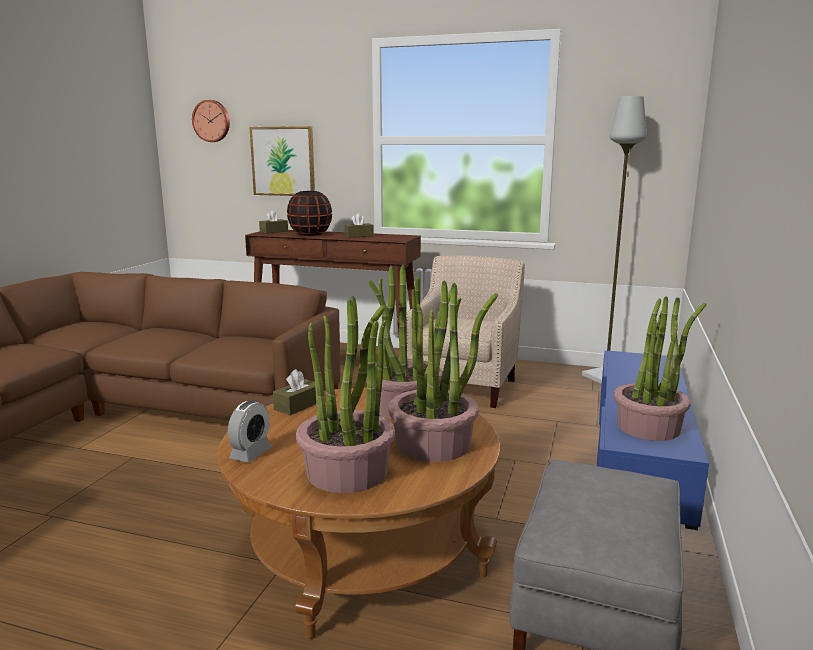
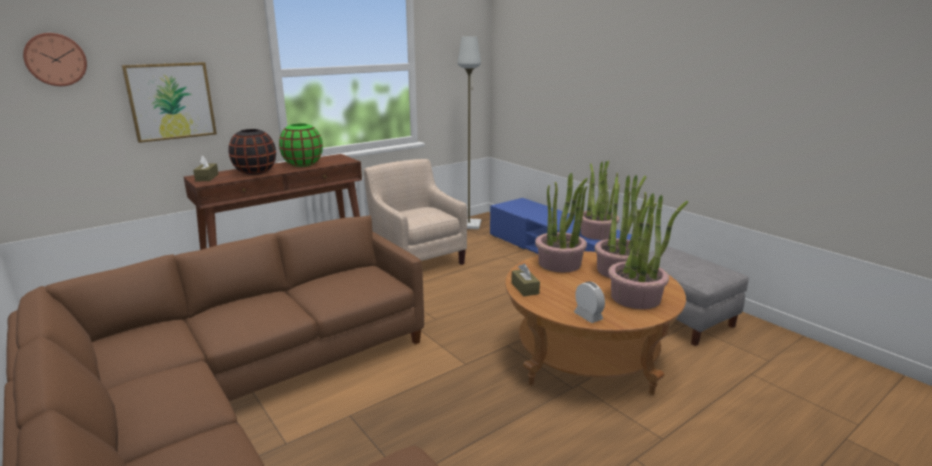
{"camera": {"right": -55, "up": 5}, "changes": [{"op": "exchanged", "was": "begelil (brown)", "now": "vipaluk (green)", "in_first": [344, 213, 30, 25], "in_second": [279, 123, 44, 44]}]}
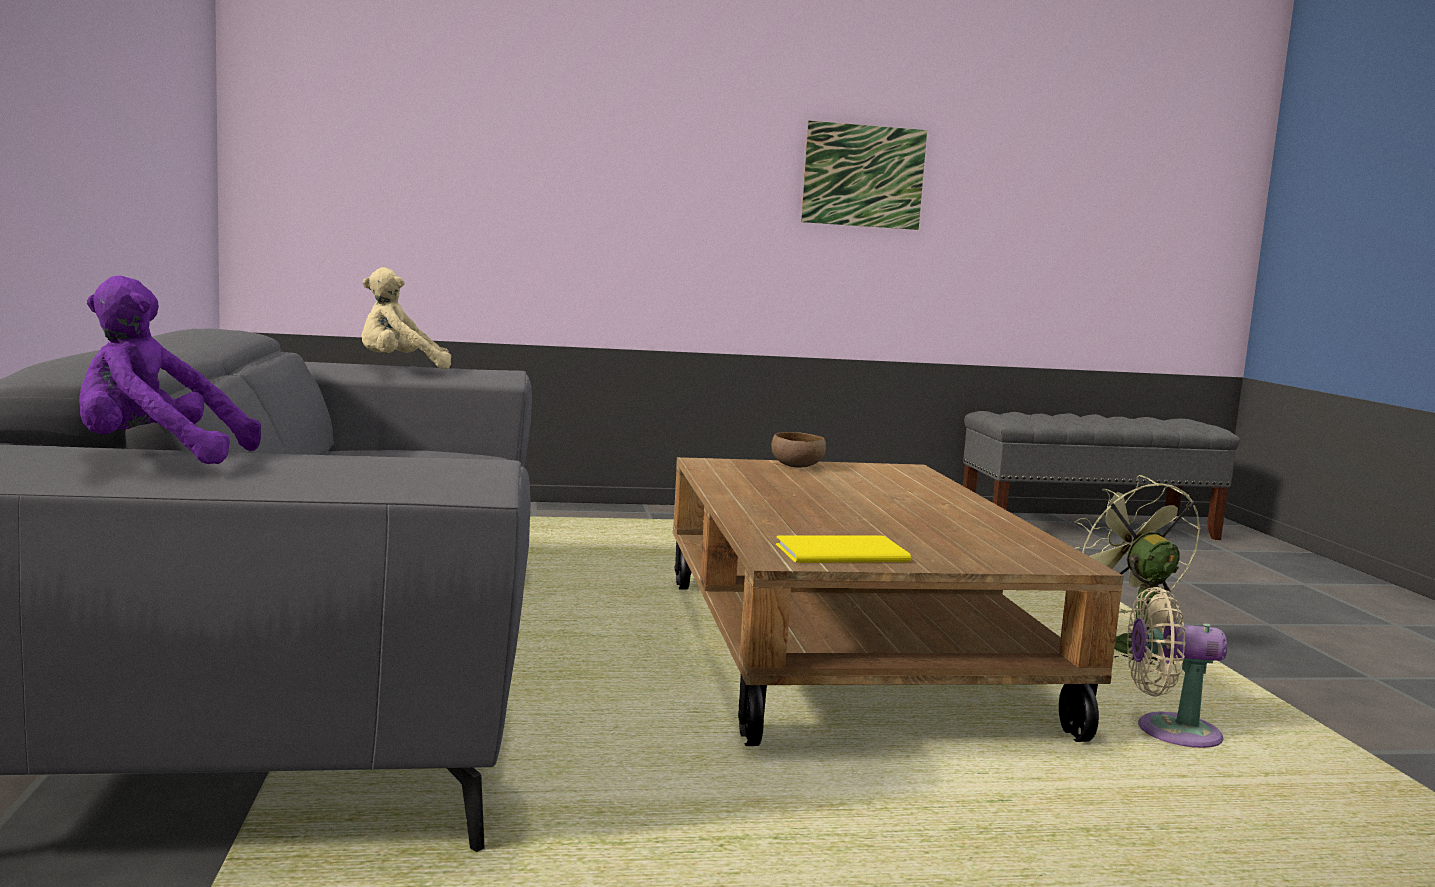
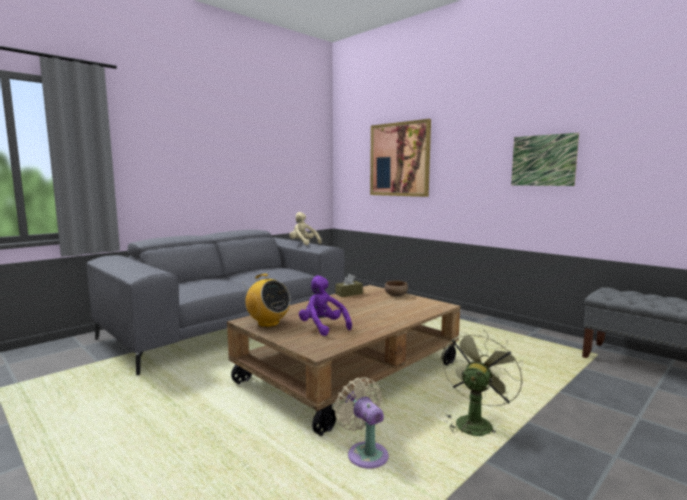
{"camera": {"right": 55, "up": 0}, "changes": [{"op": "relocated", "was": "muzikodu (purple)", "in_first": [79, 275, 182, 189], "in_second": [299, 276, 53, 60]}, {"op": "exchanged", "was": "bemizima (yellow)", "now": "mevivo", "in_first": [776, 536, 135, 27], "in_second": [243, 274, 47, 53]}, {"op": "appeared", "now": "begelil (brown)", "in_second": [335, 274, 28, 23]}, {"op": "appeared", "now": "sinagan", "in_second": [370, 119, 61, 78]}]}
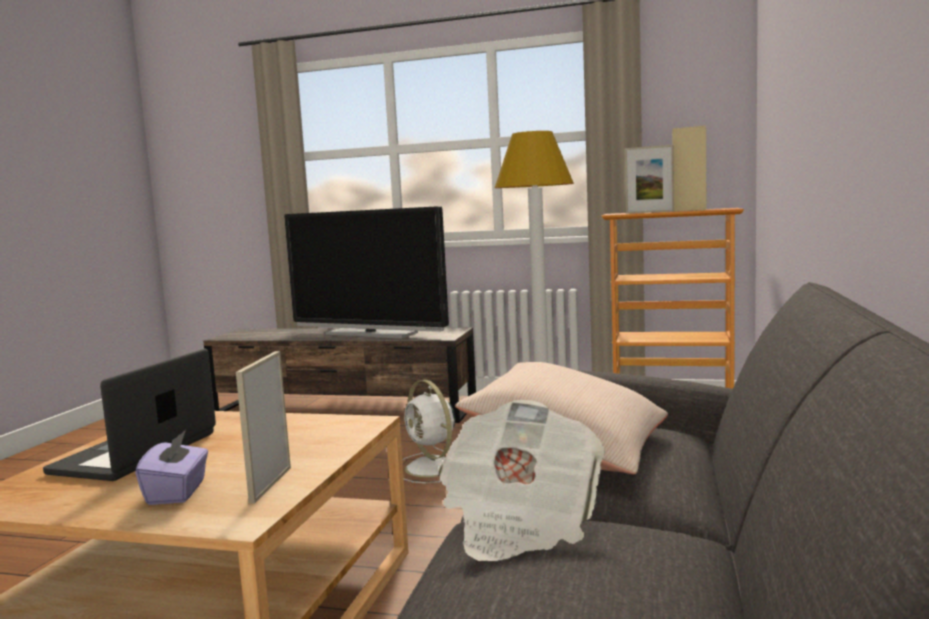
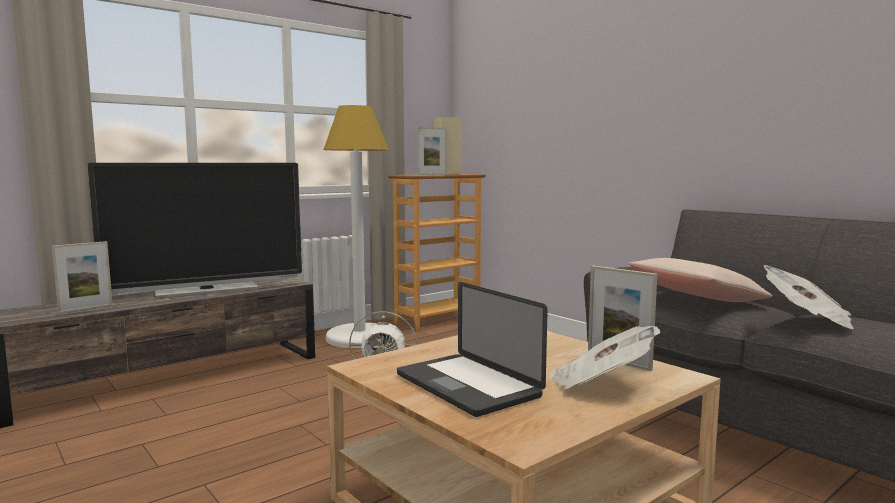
{"camera": {"right": -55, "up": 0}, "changes": [{"op": "exchanged", "was": "begelil (purple)", "now": "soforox", "in_first": [135, 430, 73, 75], "in_second": [548, 326, 113, 63]}, {"op": "appeared", "now": "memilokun", "in_second": [52, 241, 61, 73]}]}
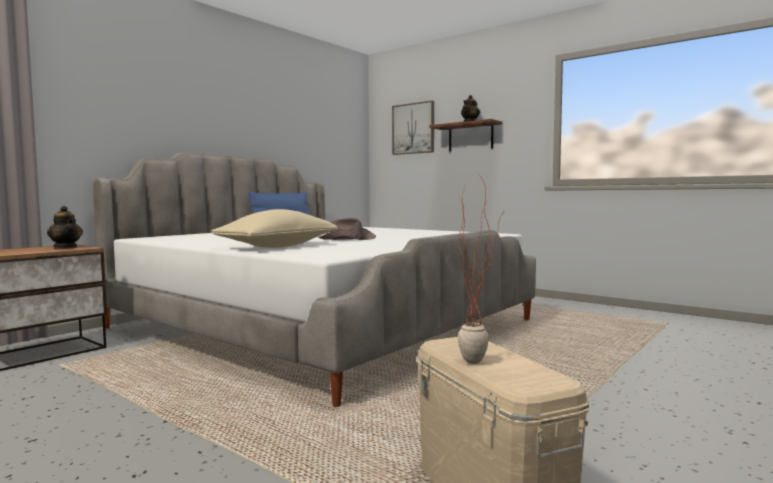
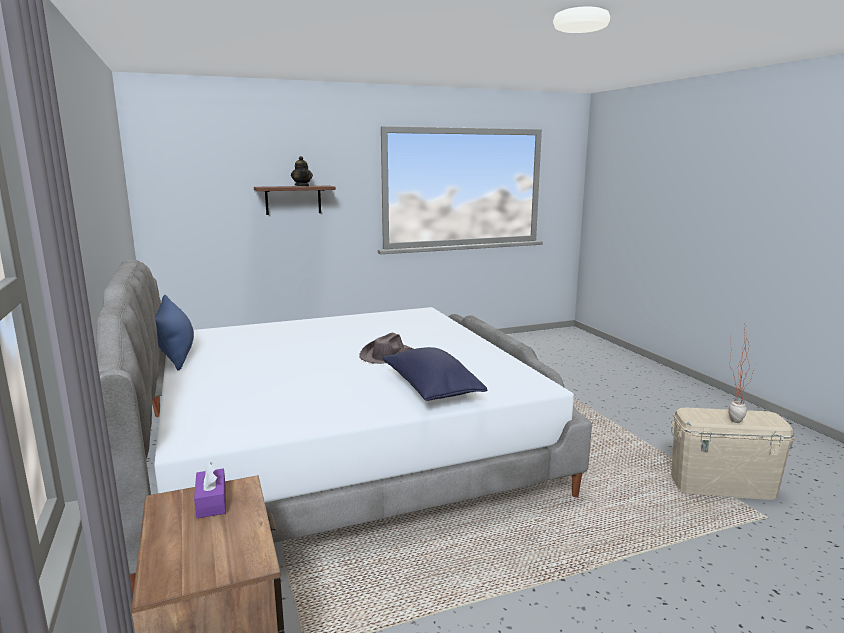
{"camera": {"right": -60, "up": 10}, "changes": [{"op": "exchanged", "was": "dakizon", "now": "begelil (purple)", "in_first": [47, 206, 36, 42], "in_second": [194, 462, 32, 56]}, {"op": "colour", "was": "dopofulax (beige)", "now": "dopofulax (blue)", "in_first": [211, 209, 127, 39], "in_second": [382, 347, 105, 54]}, {"op": "missing", "was": "sinagan", "in_first": [392, 101, 42, 54]}]}
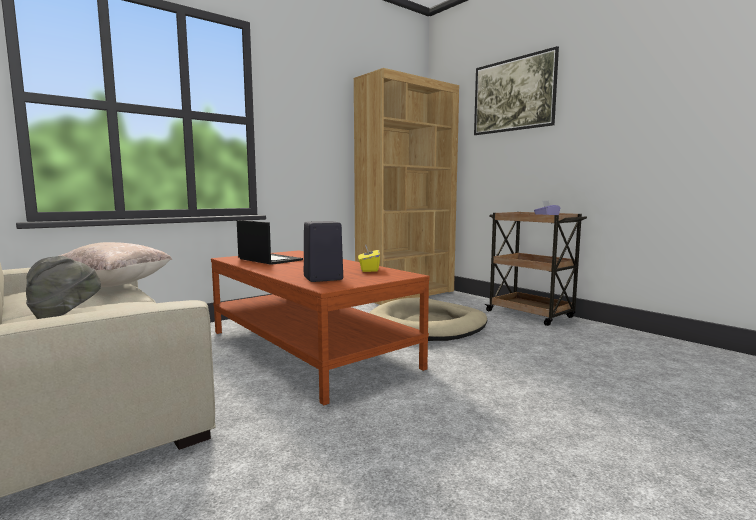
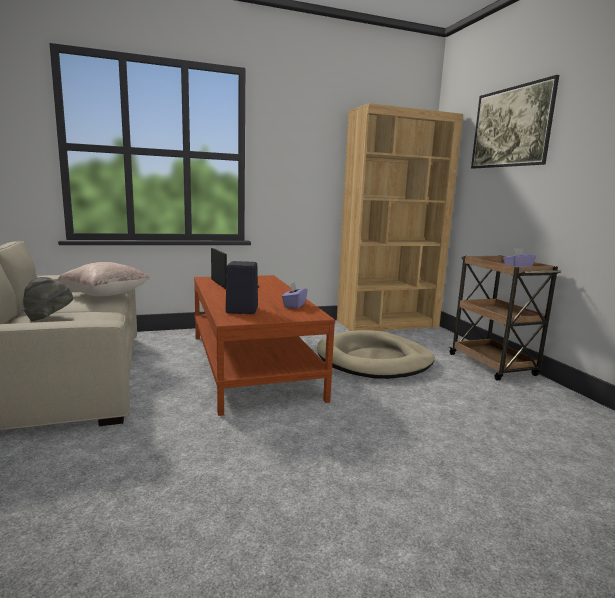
{"camera": {"right": 20, "up": 5}, "changes": [{"op": "colour", "was": "begelil (yellow)", "now": "begelil (purple)", "in_first": [358, 246, 22, 26], "in_second": [282, 282, 26, 27]}]}
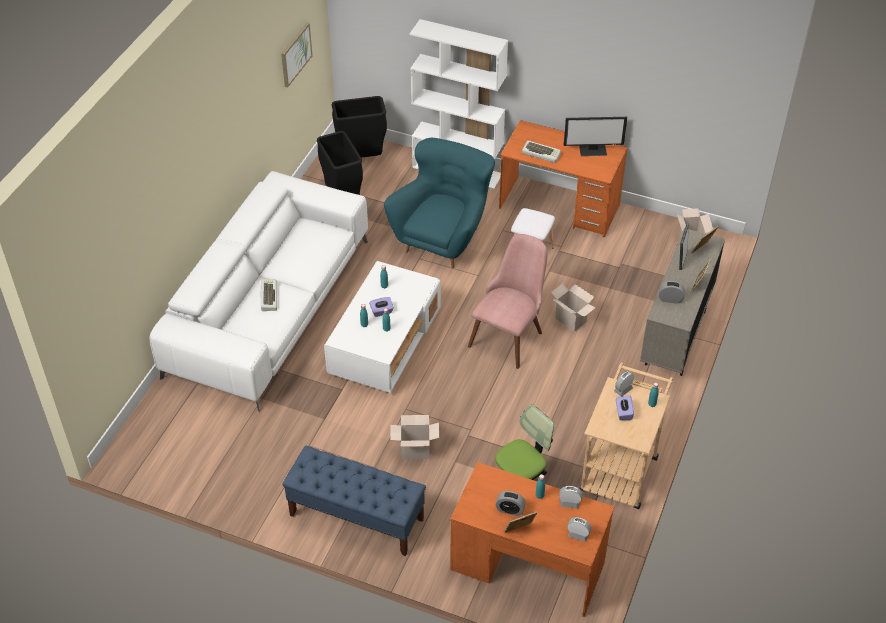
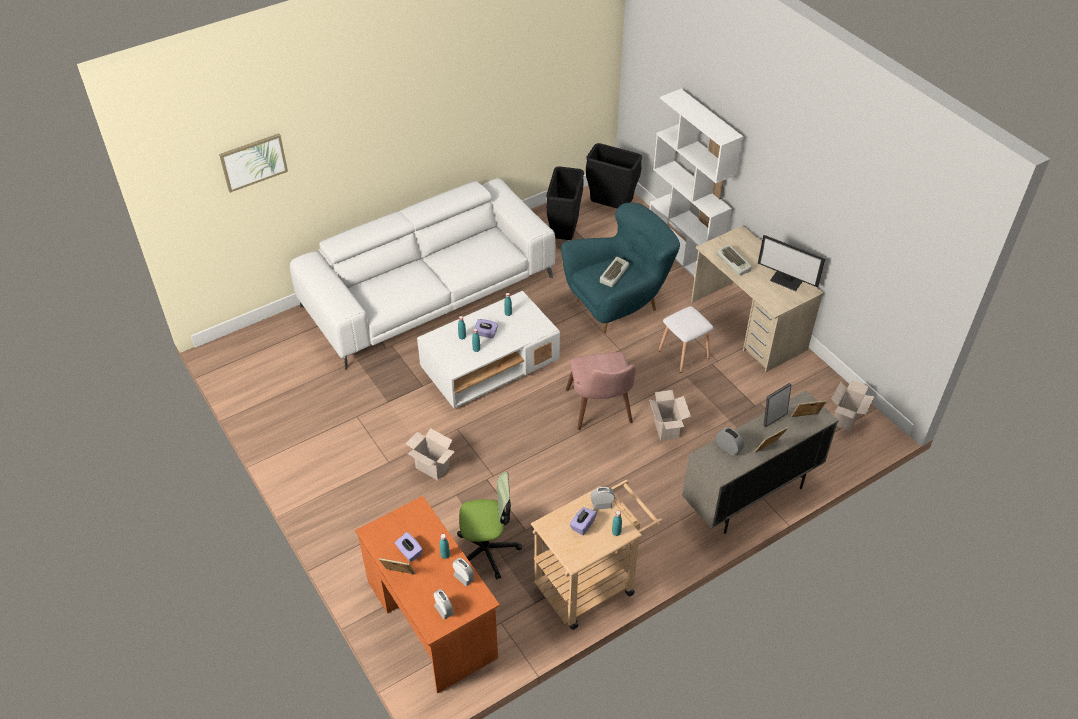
{"camera": {"right": 35, "up": 0}, "changes": [{"op": "relocated", "was": "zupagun", "in_first": [261, 279, 16, 32], "in_second": [600, 257, 29, 30]}, {"op": "relocated", "was": "sinagan", "in_first": [281, 22, 31, 66], "in_second": [219, 133, 69, 60]}, {"op": "missing", "was": "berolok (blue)", "in_first": [282, 446, 144, 110]}, {"op": "spun", "was": "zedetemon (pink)", "in_first": [468, 234, 80, 135], "in_second": [566, 352, 70, 78], "clockwise": 105}, {"op": "exchanged", "was": "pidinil", "now": "begelil (purple)", "in_first": [496, 491, 30, 25], "in_second": [395, 532, 28, 30]}, {"op": "colour", "was": "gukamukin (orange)", "now": "gukamukin (beige)", "in_first": [499, 120, 129, 117], "in_second": [691, 225, 133, 147]}]}
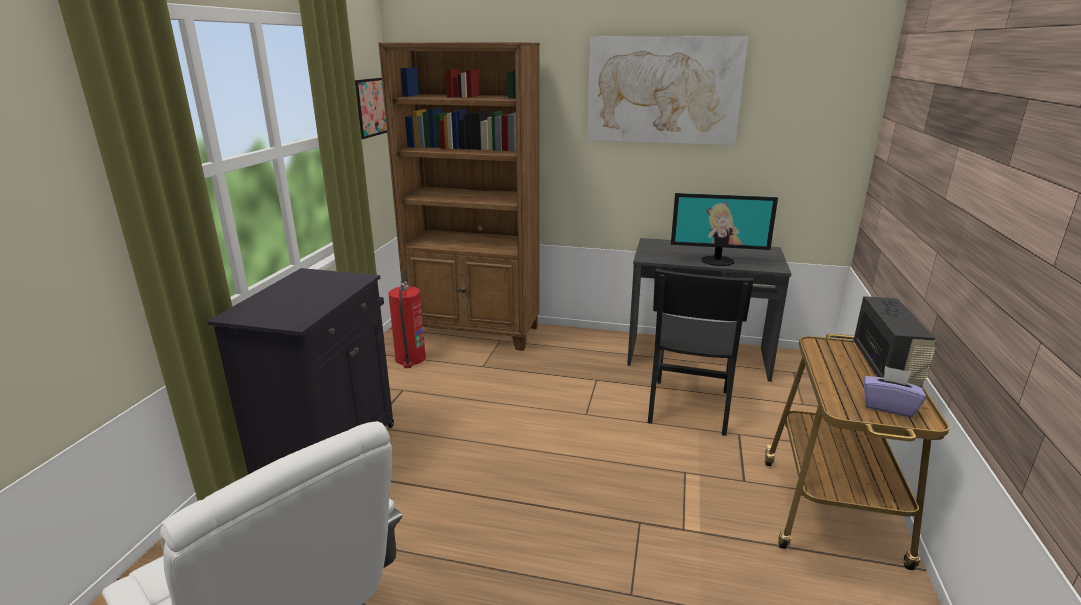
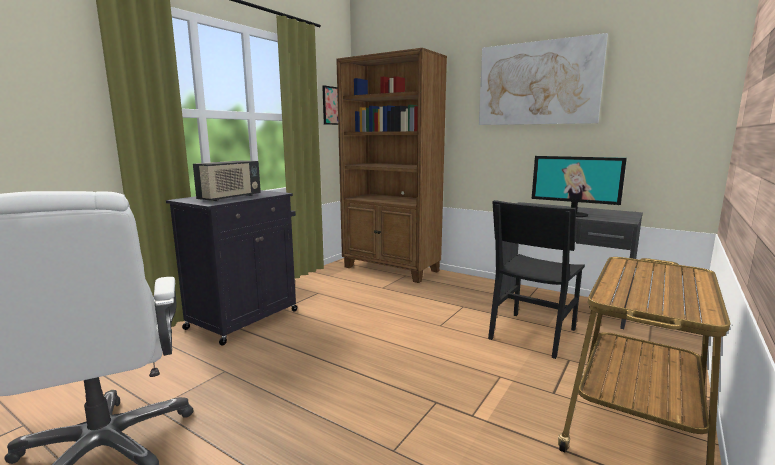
{"camera": {"right": 20, "up": -10}, "changes": [{"op": "missing", "was": "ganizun", "in_first": [388, 268, 38, 100]}, {"op": "relocated", "was": "mevivo", "in_first": [854, 296, 81, 91], "in_second": [193, 160, 68, 41]}, {"op": "missing", "was": "begelil (purple)", "in_first": [864, 366, 62, 52]}]}
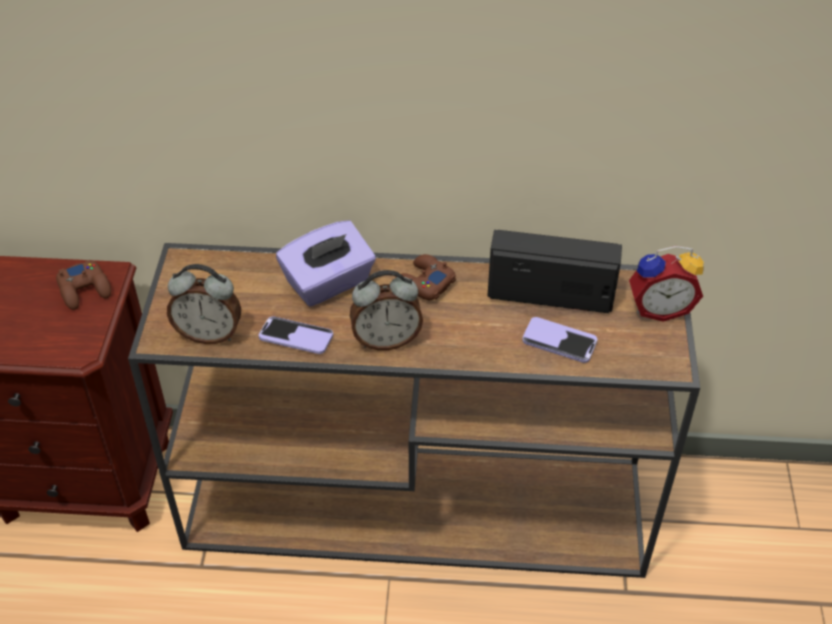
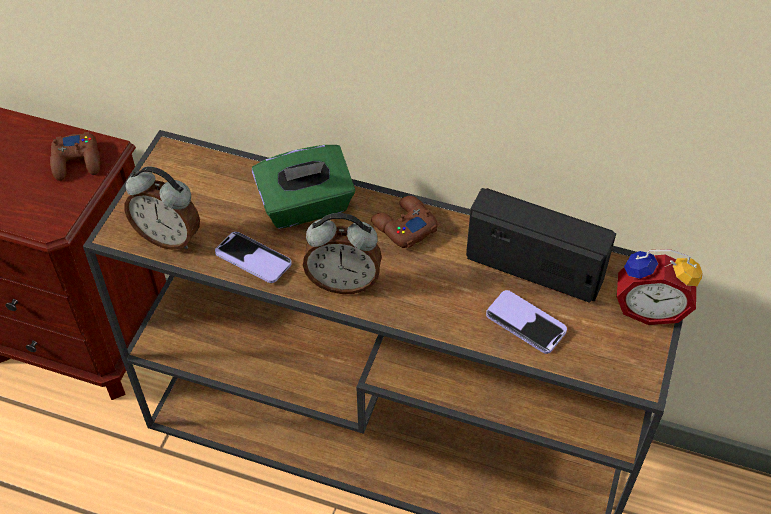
{"camera": {"right": 15, "up": 5}, "changes": [{"op": "colour", "was": "begelil (purple)", "now": "begelil (green)", "in_first": [276, 220, 100, 86], "in_second": [252, 145, 103, 84]}]}
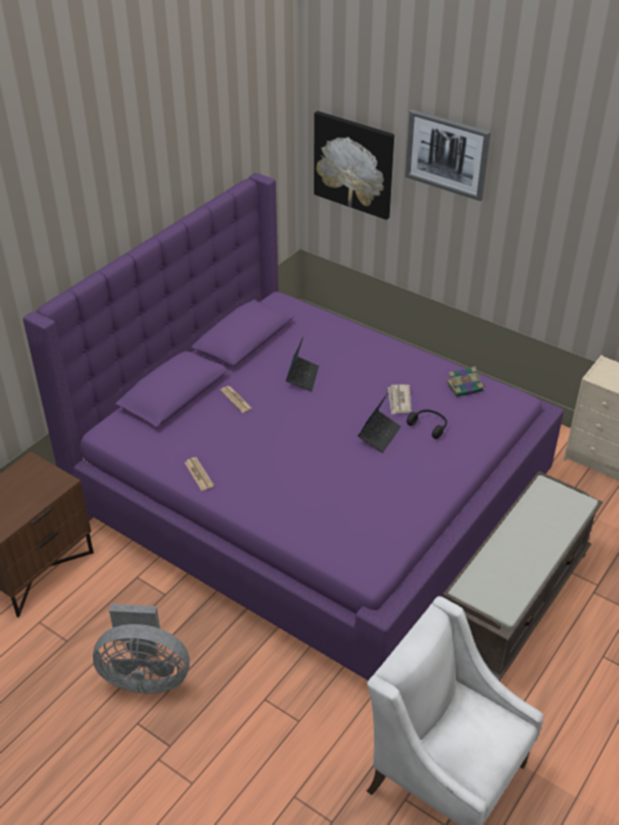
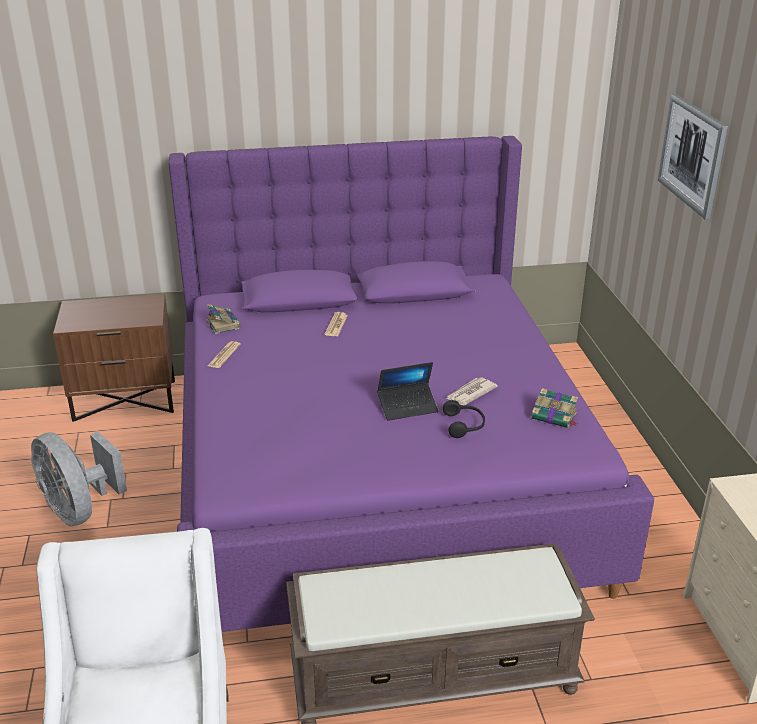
{"camera": {"right": 45, "up": -10}, "changes": [{"op": "missing", "was": "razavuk", "in_first": [286, 336, 33, 55]}, {"op": "missing", "was": "sinagan", "in_first": [314, 111, 80, 109]}, {"op": "appeared", "now": "bemizima", "in_second": [206, 304, 35, 30]}]}
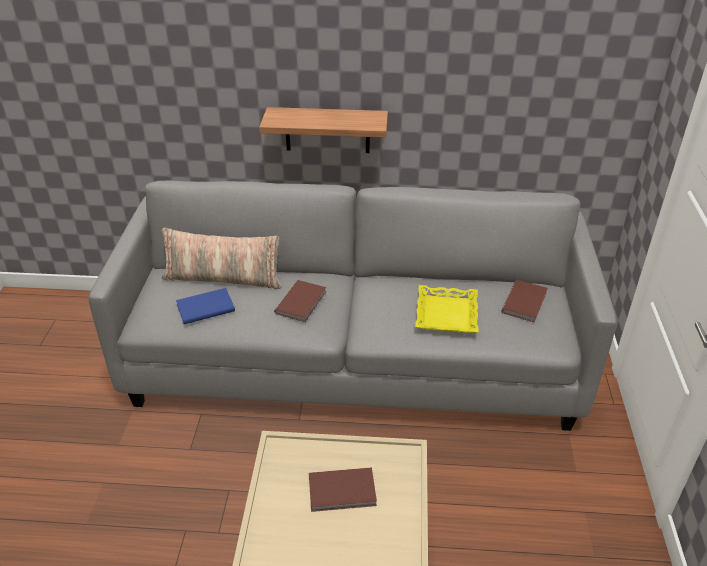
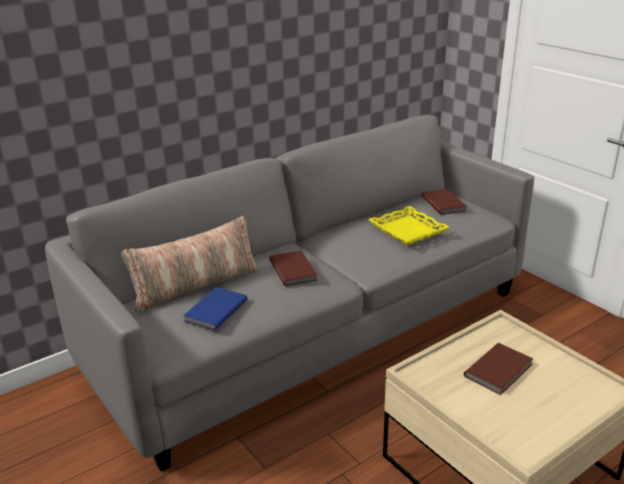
{"camera": {"right": -40, "up": -10}, "changes": [{"op": "missing", "was": "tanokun", "in_first": [259, 107, 129, 46]}]}
